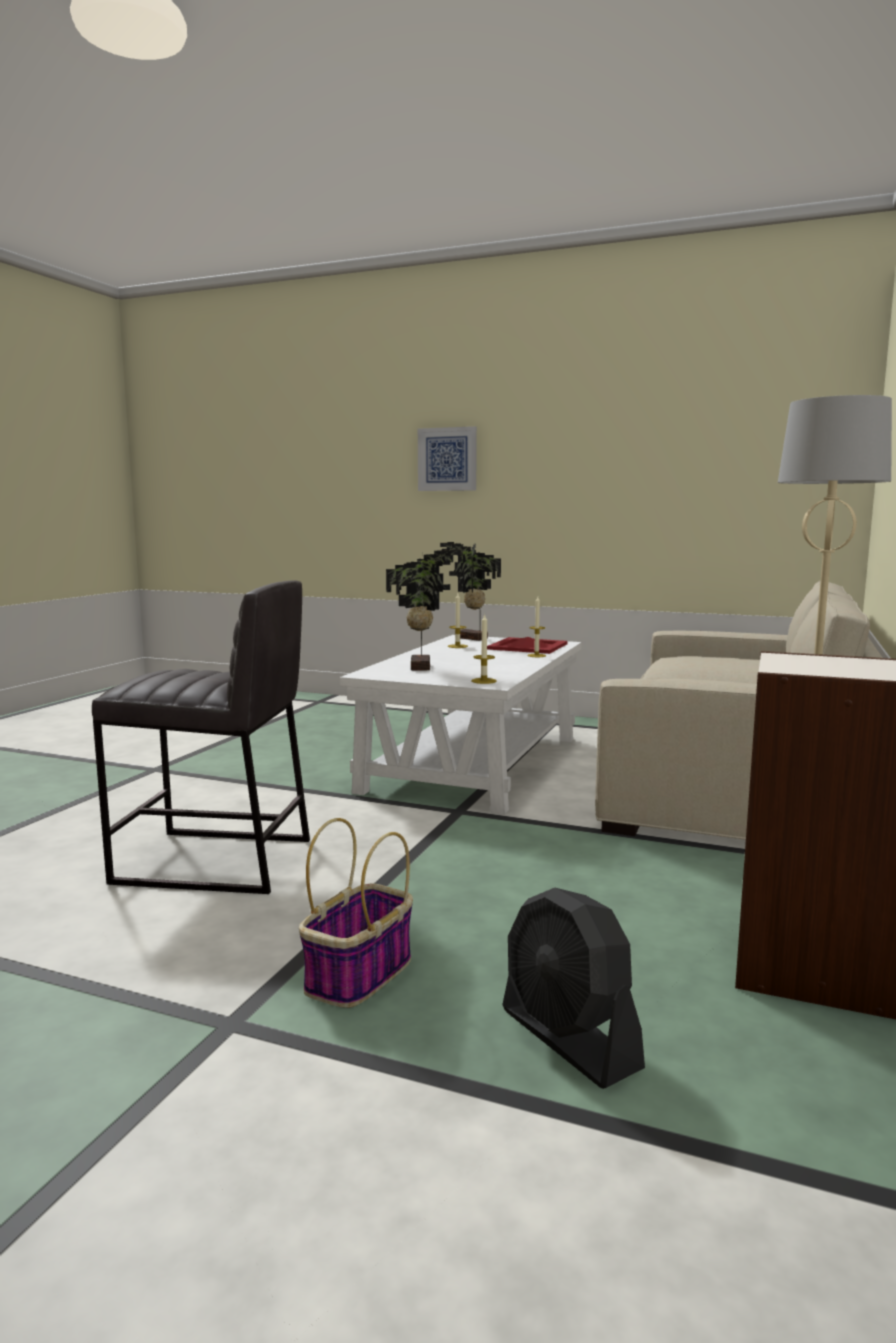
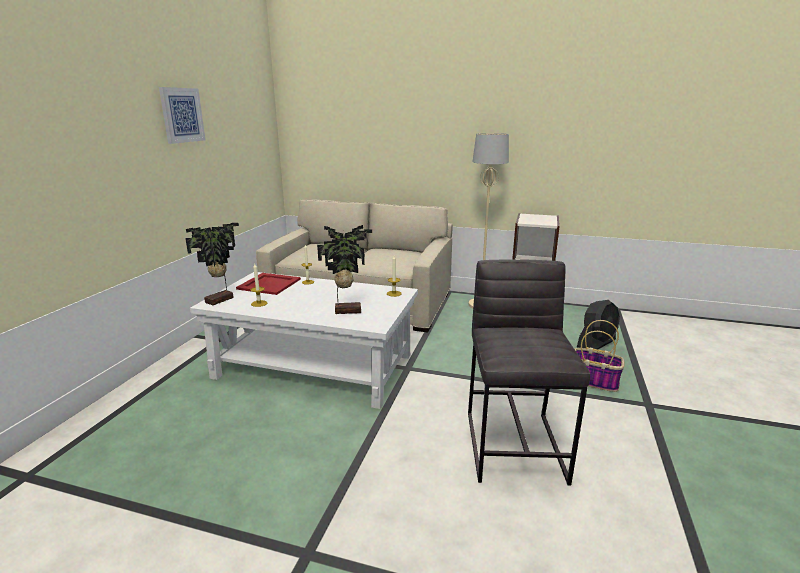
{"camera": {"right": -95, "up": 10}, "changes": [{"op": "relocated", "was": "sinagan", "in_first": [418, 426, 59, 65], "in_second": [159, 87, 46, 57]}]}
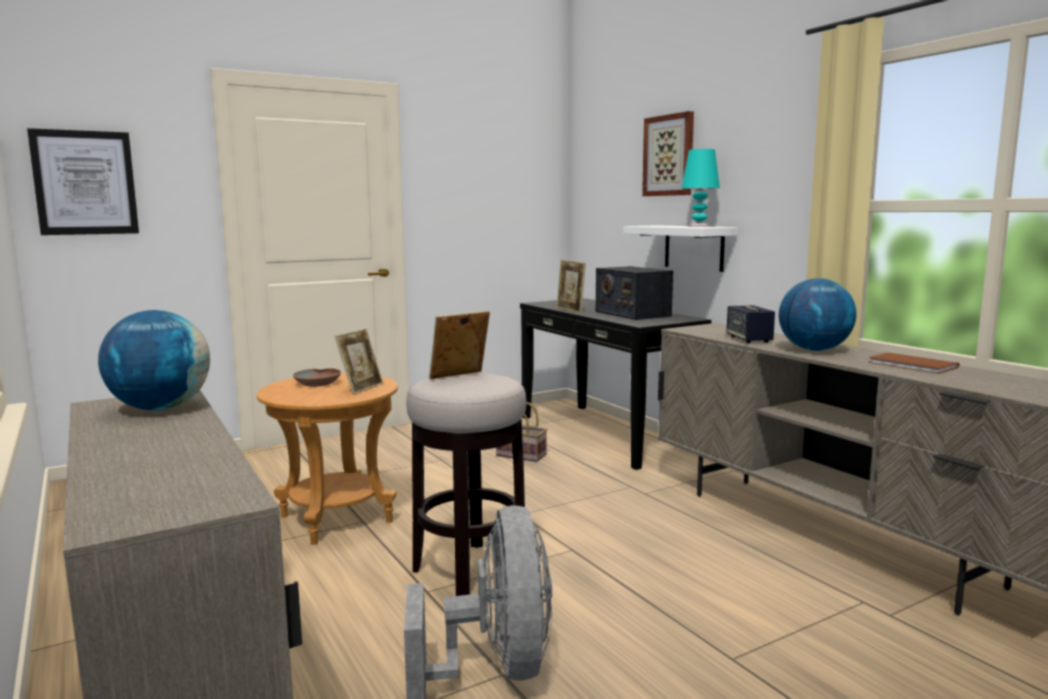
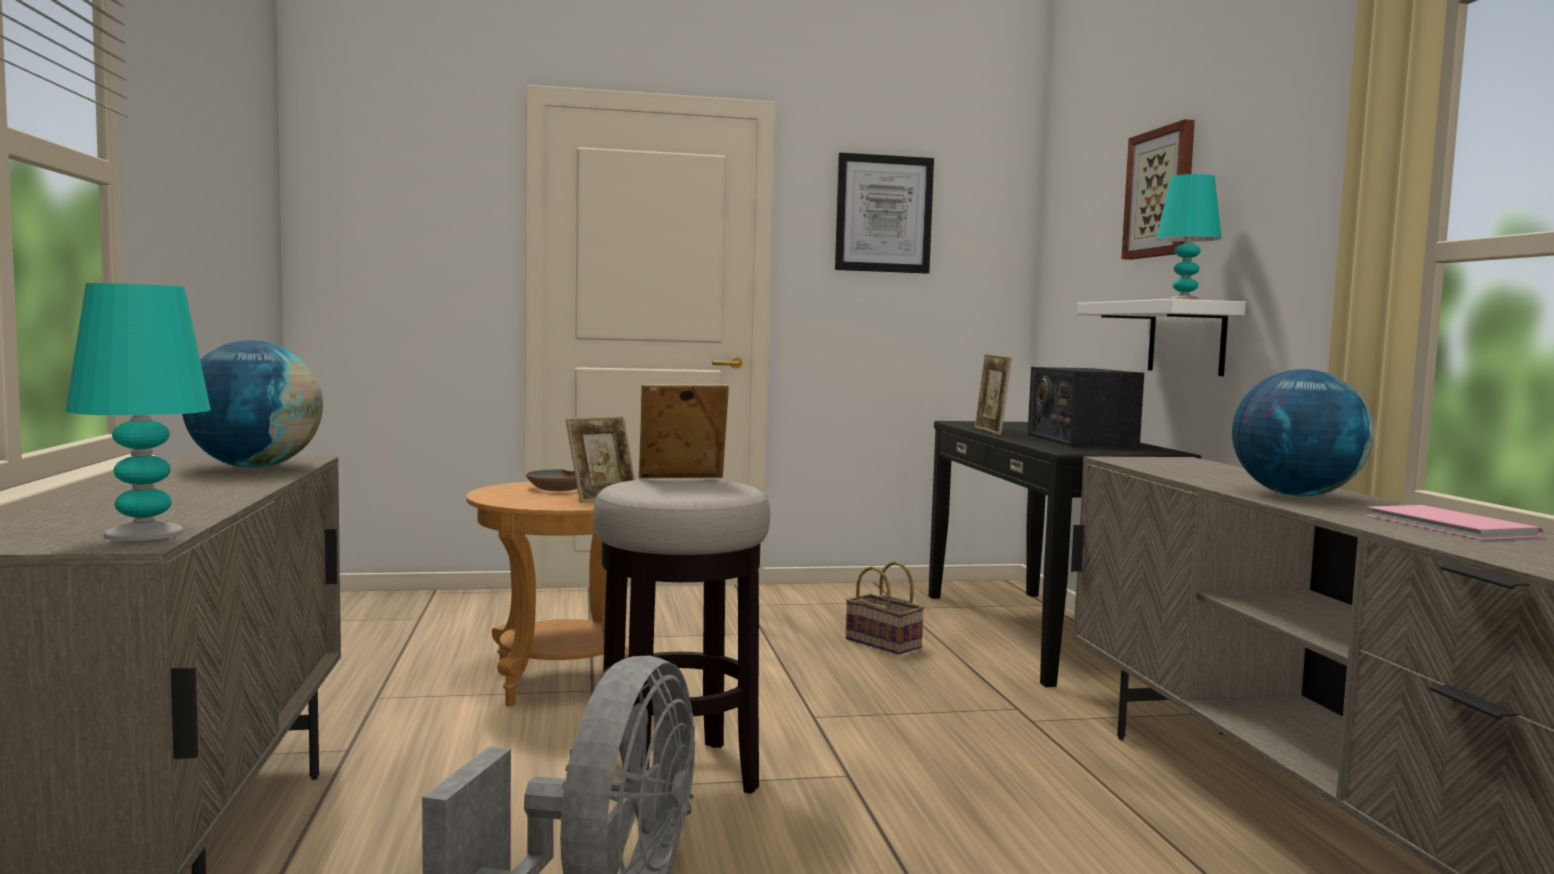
{"camera": {"right": 20, "up": -5}, "changes": [{"op": "relocated", "was": "sinagan", "in_first": [27, 128, 112, 107], "in_second": [835, 152, 99, 122]}, {"op": "missing", "was": "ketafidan", "in_first": [726, 305, 49, 38]}, {"op": "colour", "was": "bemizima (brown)", "now": "bemizima (pink)", "in_first": [869, 353, 90, 21], "in_second": [1367, 505, 177, 35]}, {"op": "appeared", "now": "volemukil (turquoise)", "in_second": [65, 283, 146, 258]}]}
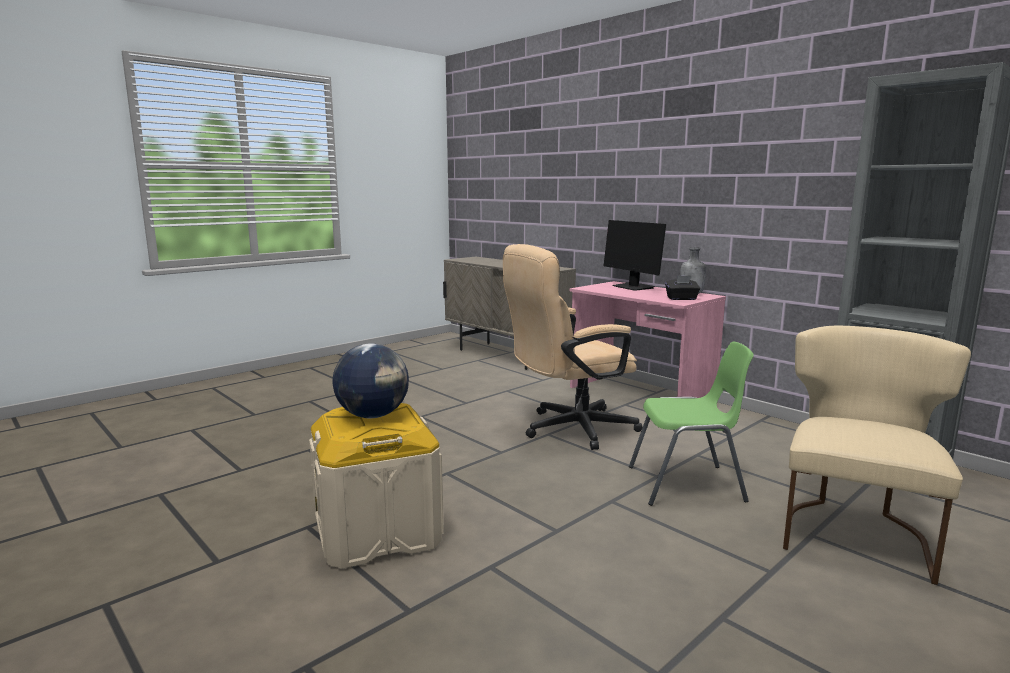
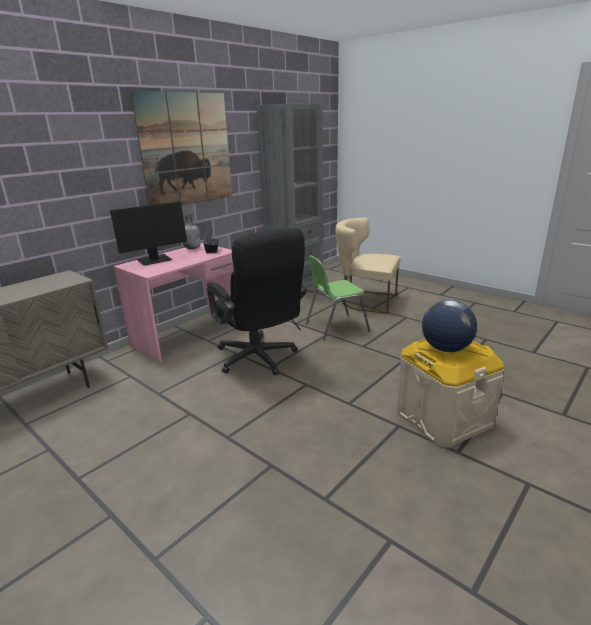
{"camera": {"right": -95, "up": 10}, "changes": [{"op": "colour", "was": "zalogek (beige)", "now": "zalogek (black)", "in_first": [503, 244, 140, 206], "in_second": [207, 228, 99, 147]}, {"op": "spun", "was": "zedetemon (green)", "in_first": [629, 341, 125, 165], "in_second": [306, 255, 64, 86], "clockwise": -105}, {"op": "appeared", "now": "sinagan", "in_second": [131, 90, 101, 116]}]}
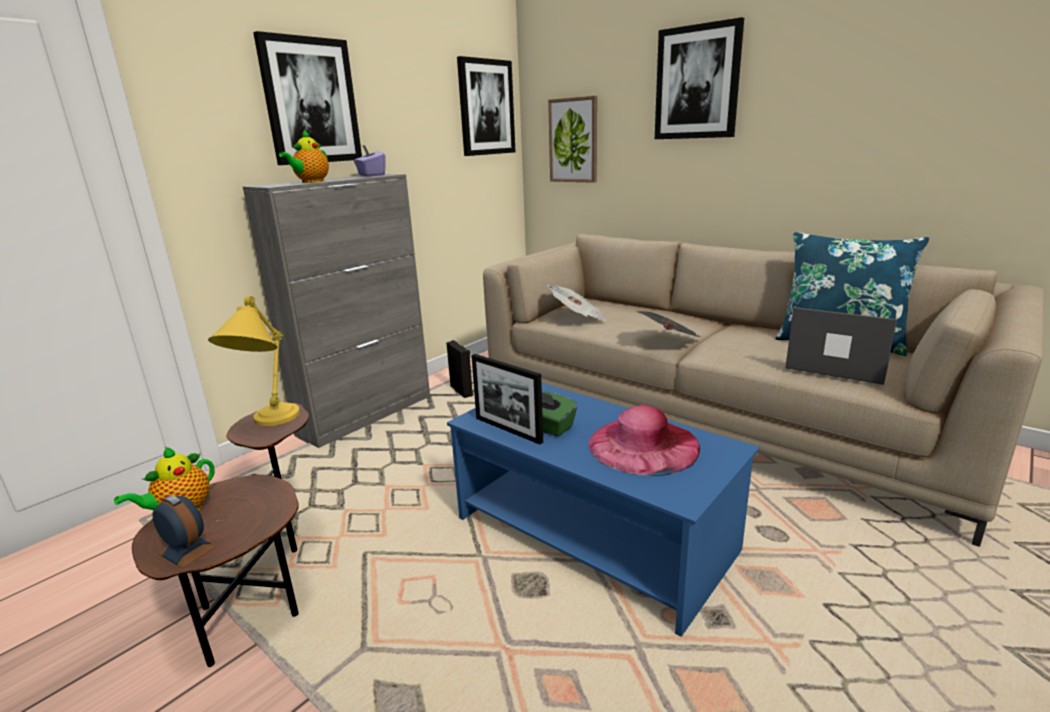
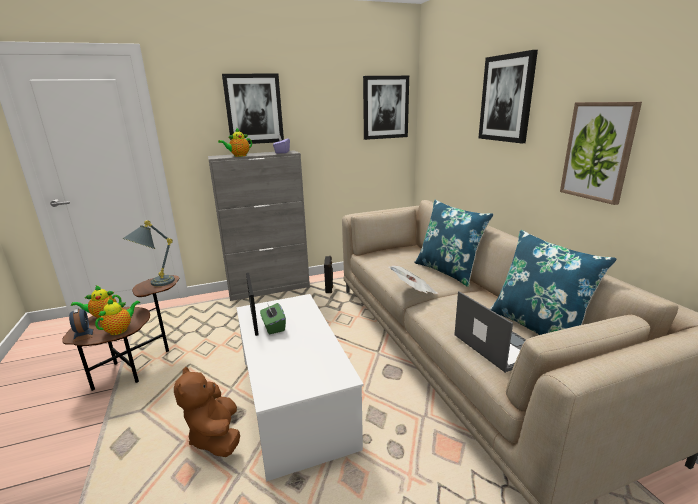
{"camera": {"right": 30, "up": 0}, "changes": [{"op": "colour", "was": "volemukil (yellow)", "now": "volemukil (grey)", "in_first": [208, 296, 92, 130], "in_second": [122, 220, 53, 66]}, {"op": "colour", "was": "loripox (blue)", "now": "loripox (white)", "in_first": [447, 383, 312, 254], "in_second": [236, 294, 128, 188]}, {"op": "missing", "was": "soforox", "in_first": [547, 285, 59, 36]}, {"op": "relocated", "was": "sinagan", "in_first": [548, 96, 49, 87], "in_second": [560, 102, 82, 103]}, {"op": "missing", "was": "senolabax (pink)", "in_first": [589, 405, 111, 71]}, {"op": "appeared", "now": "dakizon", "in_second": [95, 298, 45, 37]}, {"op": "appeared", "now": "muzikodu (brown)", "in_second": [174, 367, 66, 90]}, {"op": "appeared", "now": "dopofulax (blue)", "in_second": [414, 200, 80, 87]}]}
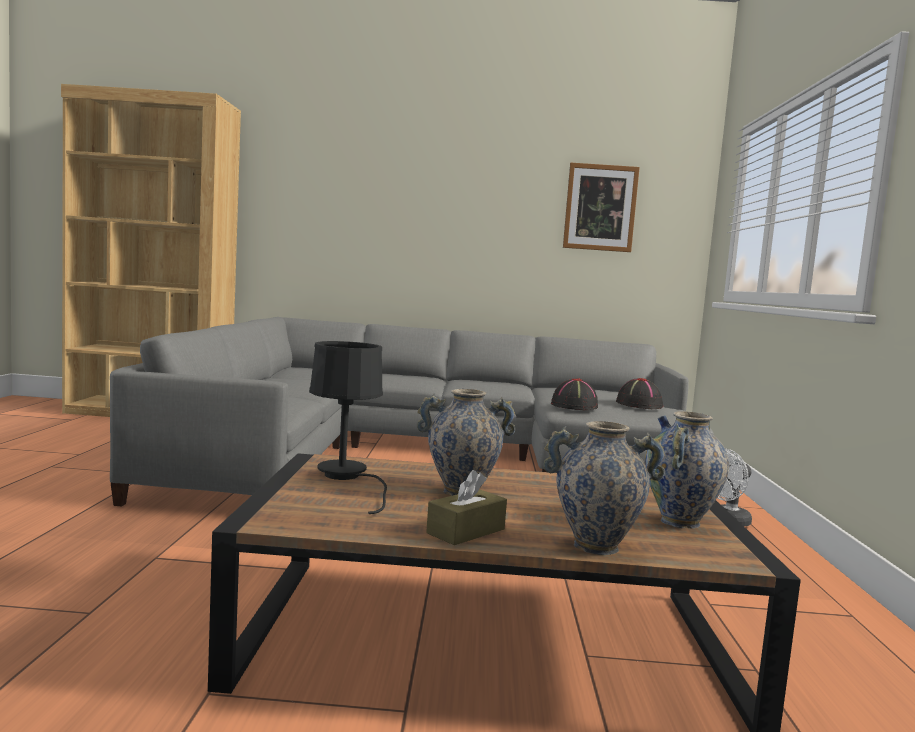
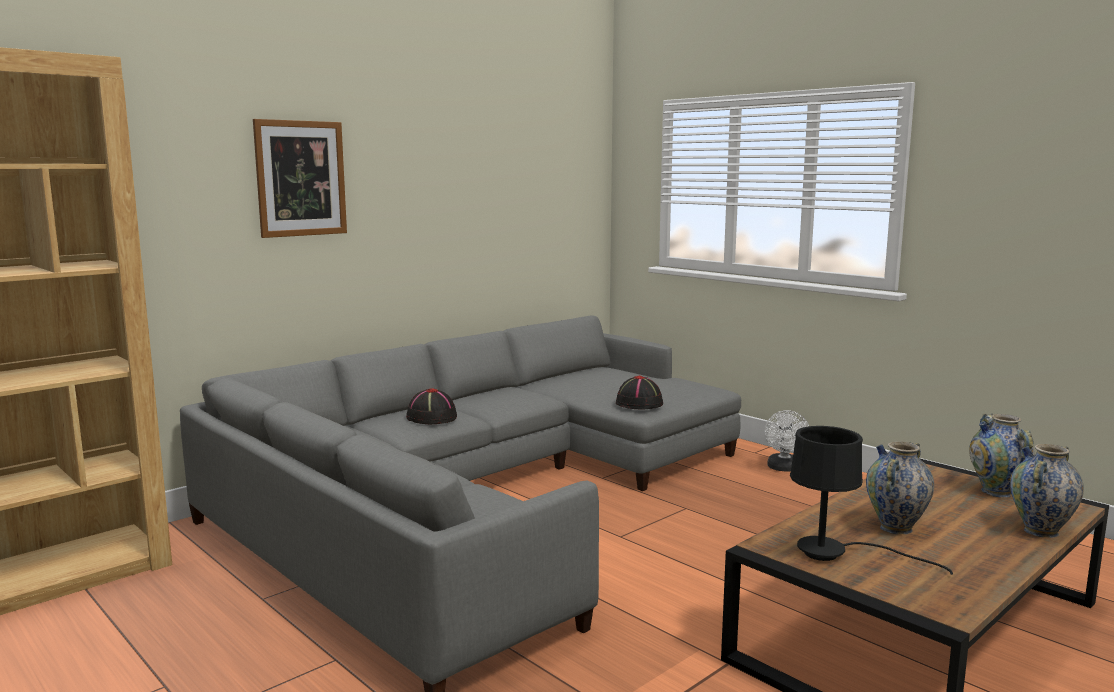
{"camera": {"right": -45, "up": 5}, "changes": [{"op": "missing", "was": "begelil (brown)", "in_first": [426, 470, 81, 75]}, {"op": "relocated", "was": "sinagan", "in_first": [563, 163, 77, 89], "in_second": [253, 119, 94, 119]}, {"op": "relocated", "was": "senolabax (black)", "in_first": [616, 378, 47, 31], "in_second": [406, 388, 51, 36]}]}
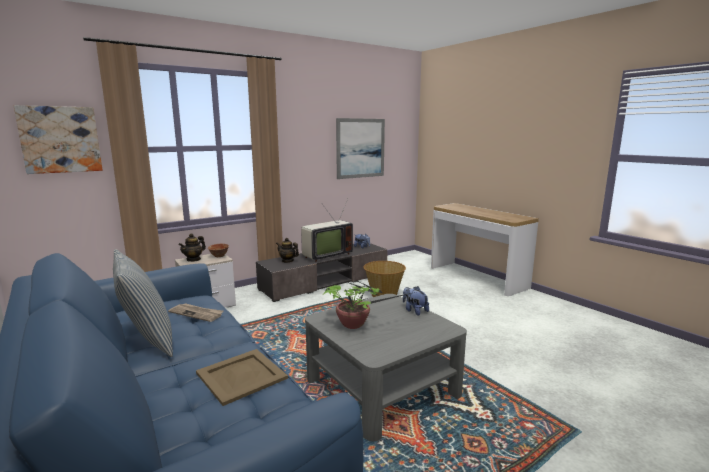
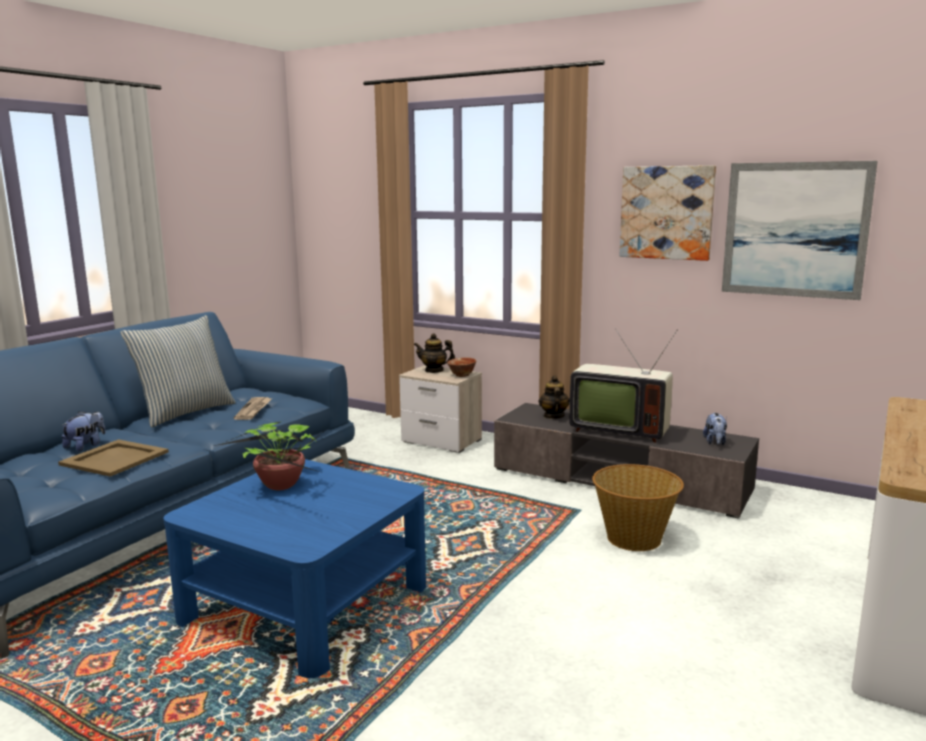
{"camera": {"right": 65, "up": 0}, "changes": [{"op": "relocated", "was": "sinagan", "in_first": [14, 105, 89, 69], "in_second": [620, 165, 96, 96]}, {"op": "colour", "was": "loripox (grey)", "now": "loripox (blue)", "in_first": [305, 294, 162, 147], "in_second": [163, 459, 263, 219]}, {"op": "relocated", "was": "muzikodu", "in_first": [403, 286, 26, 30], "in_second": [61, 411, 45, 40]}]}
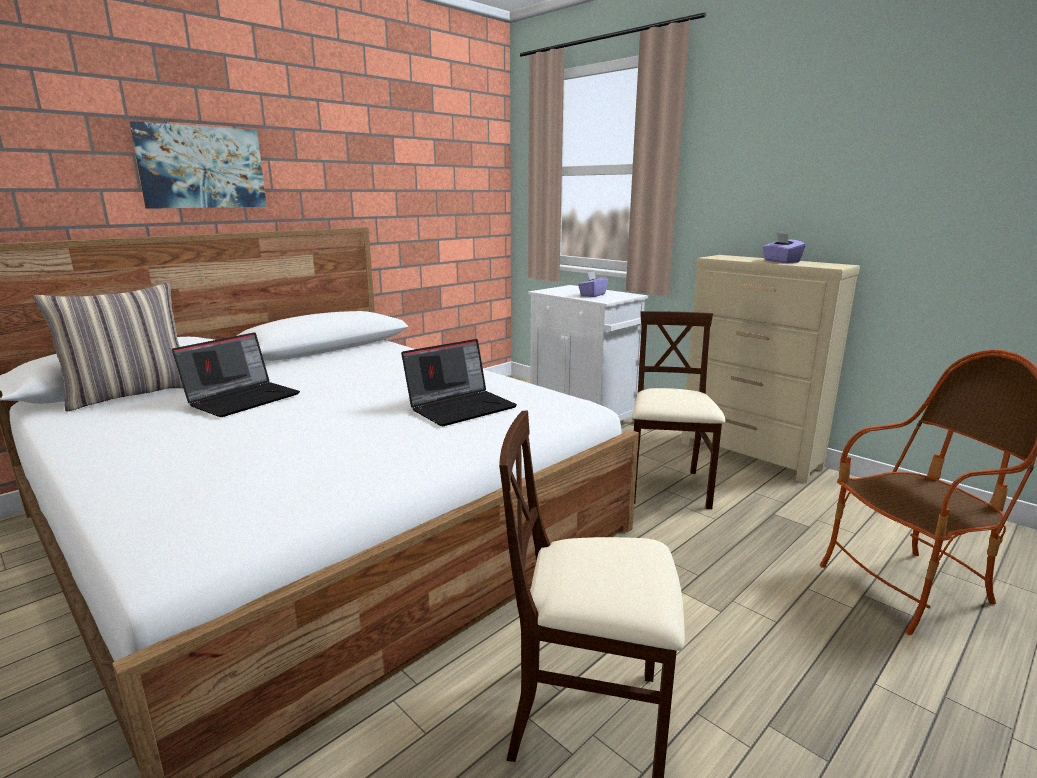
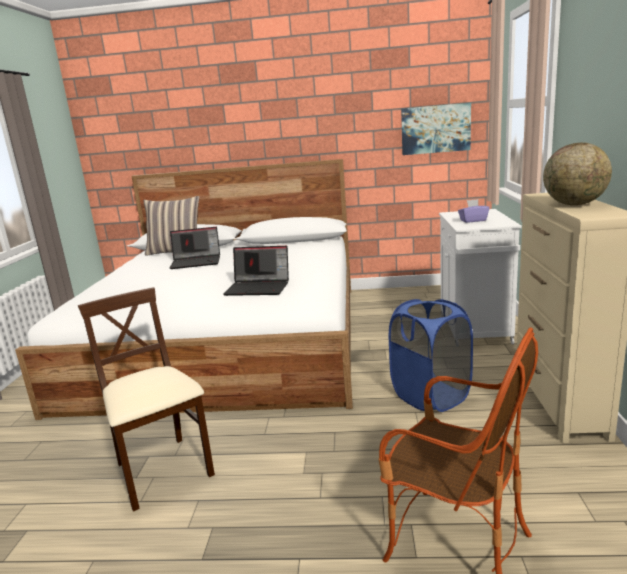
{"camera": {"right": 50, "up": 0}, "changes": [{"op": "relocated", "was": "sinagan", "in_first": [130, 121, 137, 88], "in_second": [401, 103, 70, 52]}, {"op": "exchanged", "was": "zedetemon (beige)", "now": "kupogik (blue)", "in_first": [632, 311, 94, 198], "in_second": [389, 299, 84, 113]}, {"op": "exchanged", "was": "begelil (purple)", "now": "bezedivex", "in_first": [762, 233, 44, 30], "in_second": [543, 143, 69, 62]}]}
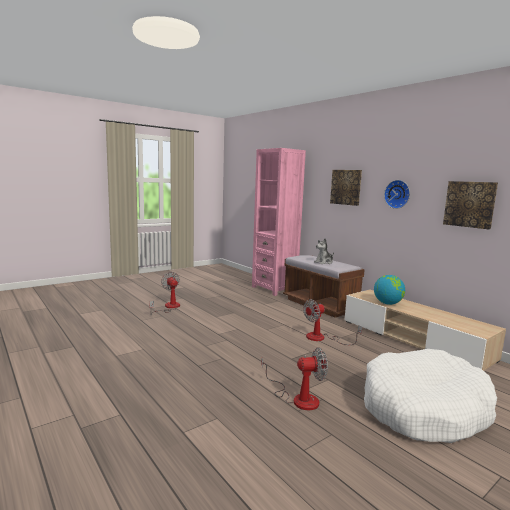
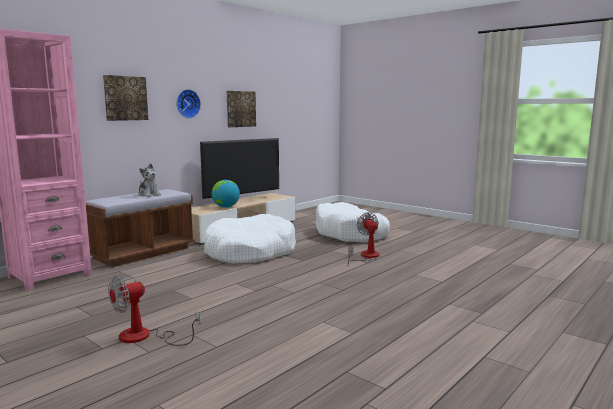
{"camera": {"right": -100, "up": 0}, "changes": [{"op": "exchanged", "was": "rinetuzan", "now": "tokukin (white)", "in_first": [303, 299, 59, 46], "in_second": [204, 214, 92, 49]}, {"op": "appeared", "now": "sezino", "in_second": [200, 138, 79, 61]}]}
